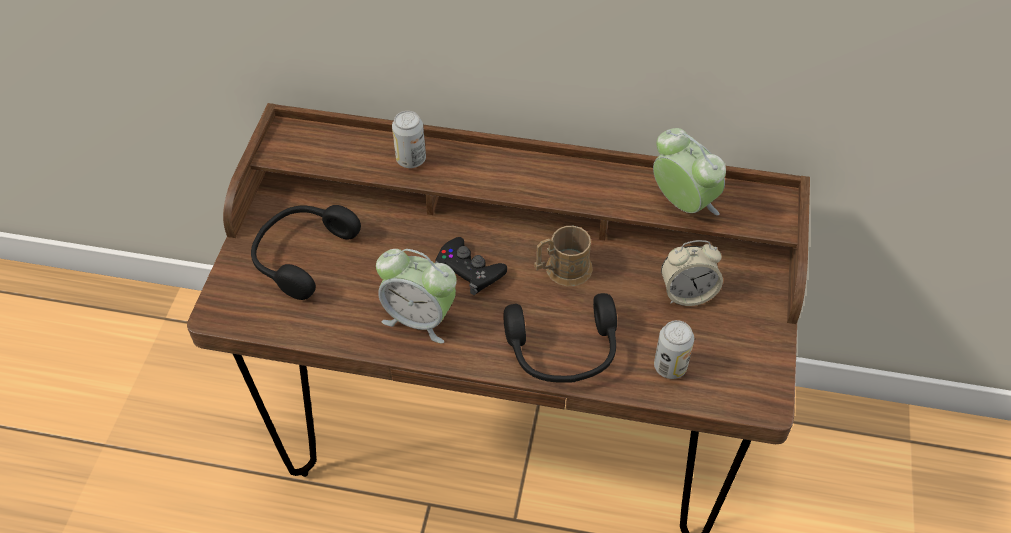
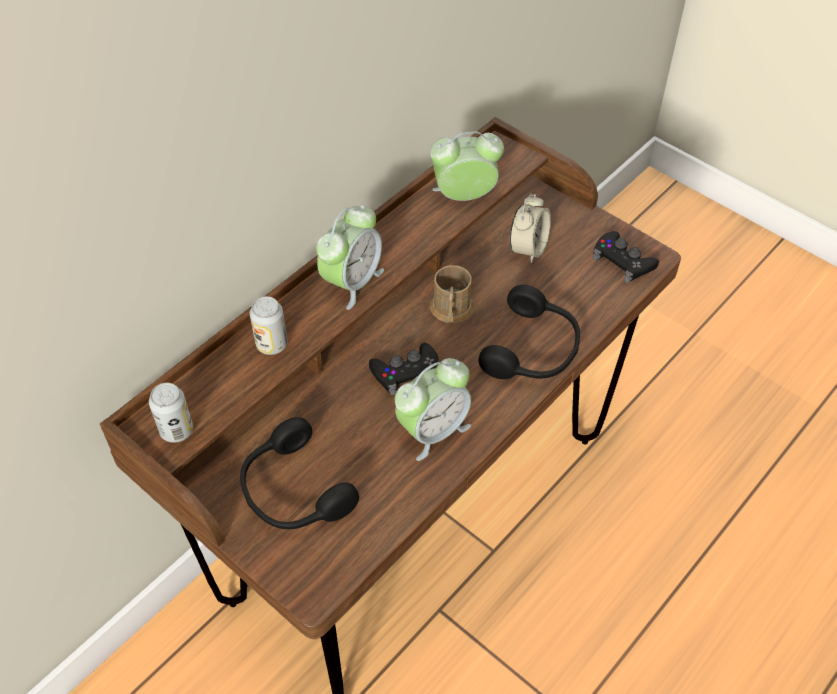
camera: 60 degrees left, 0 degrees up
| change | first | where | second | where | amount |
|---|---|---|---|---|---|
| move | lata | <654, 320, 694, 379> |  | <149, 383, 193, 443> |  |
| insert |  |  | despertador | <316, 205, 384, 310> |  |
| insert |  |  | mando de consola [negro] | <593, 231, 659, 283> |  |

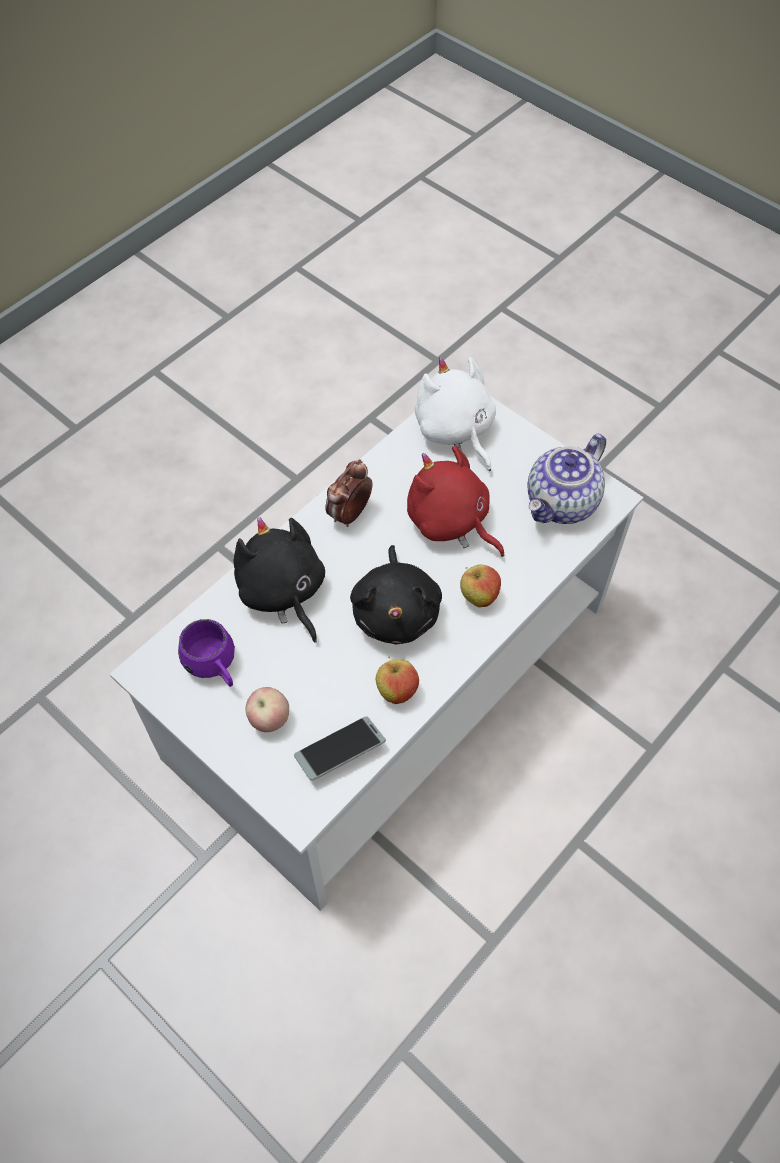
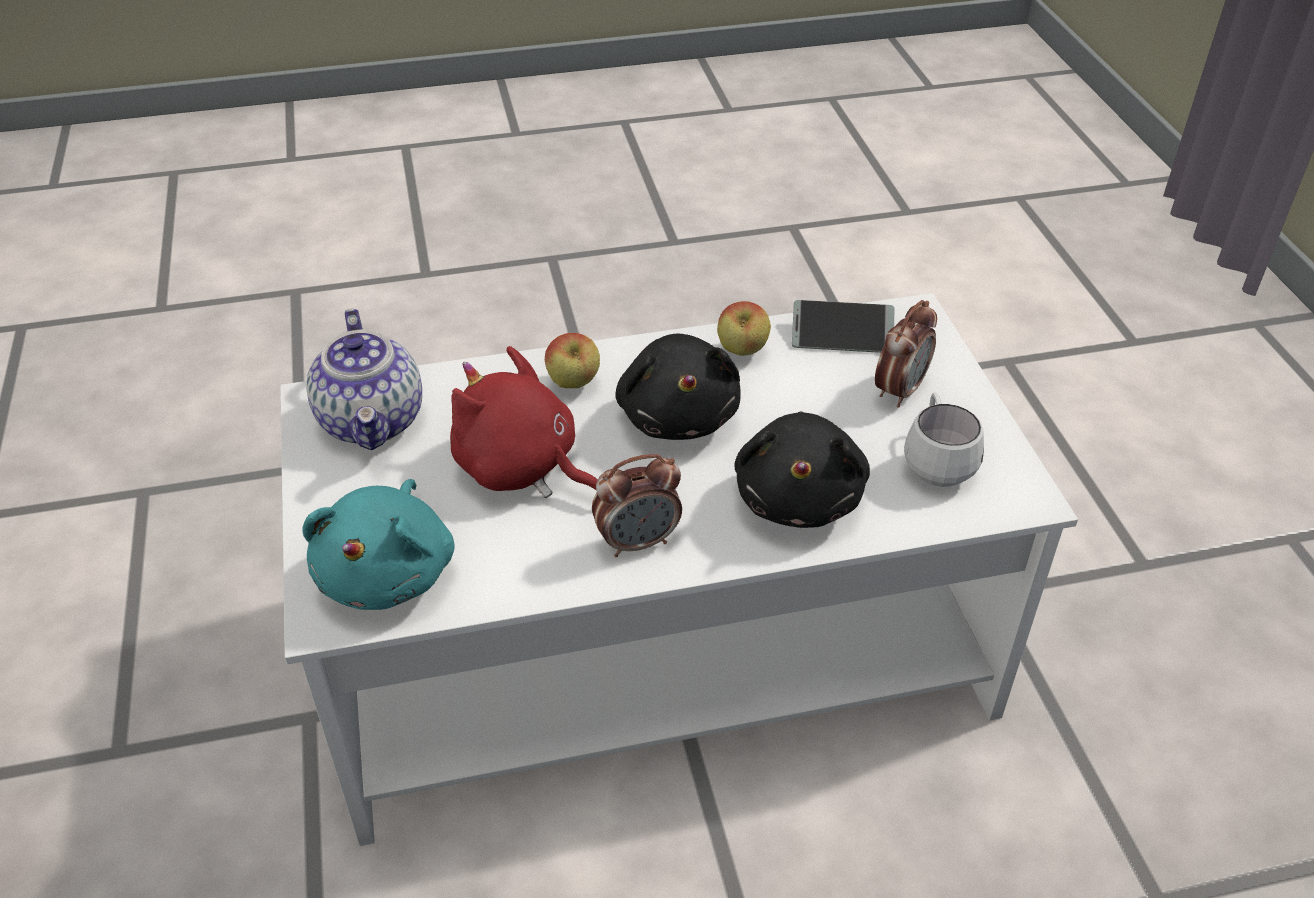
camera: 145 degrees left, 15 degrees down
| change | first | where | second | where | amount |
|---|---|---|---|---|---|
| recolor | peluche [blanco] | <415, 357, 496, 471> | peluche [turquesa] | <302, 479, 455, 610> |  |
| rotate | tetera | <527, 434, 606, 524> |  | <307, 309, 422, 451> | 90 degrees clockwise |
| rotate | peluche [rojo] | <407, 446, 504, 557> |  | <450, 346, 598, 498> | 135 degrees clockwise |
| rotate | peluche [negro] | <350, 545, 442, 644> |  | <615, 334, 741, 440> | 135 degrees clockwise |
| replace | manzana | <246, 687, 289, 732> | despertador | <875, 300, 937, 407> |  |
| recolor | taza grande [morado] | <178, 619, 235, 687> | taza grande [blanco] | <904, 392, 984, 487> |  |

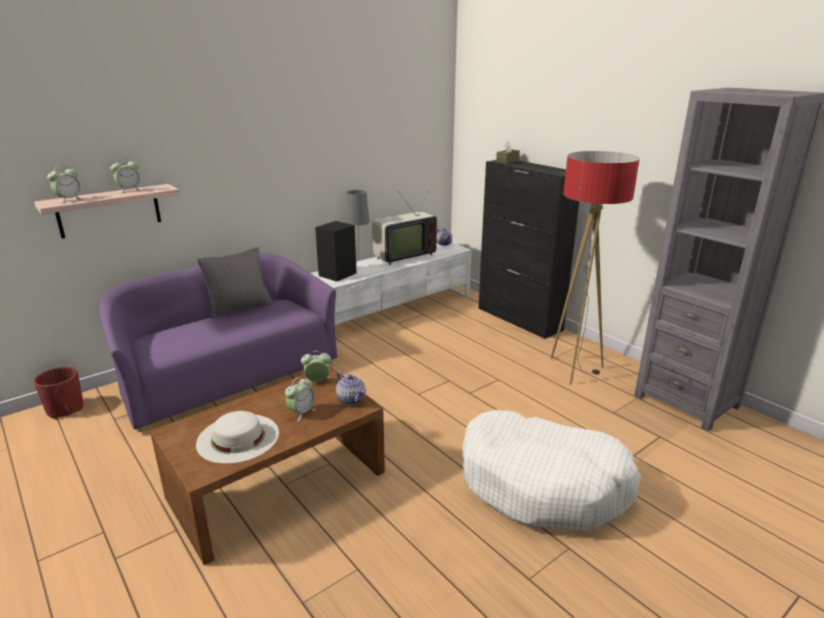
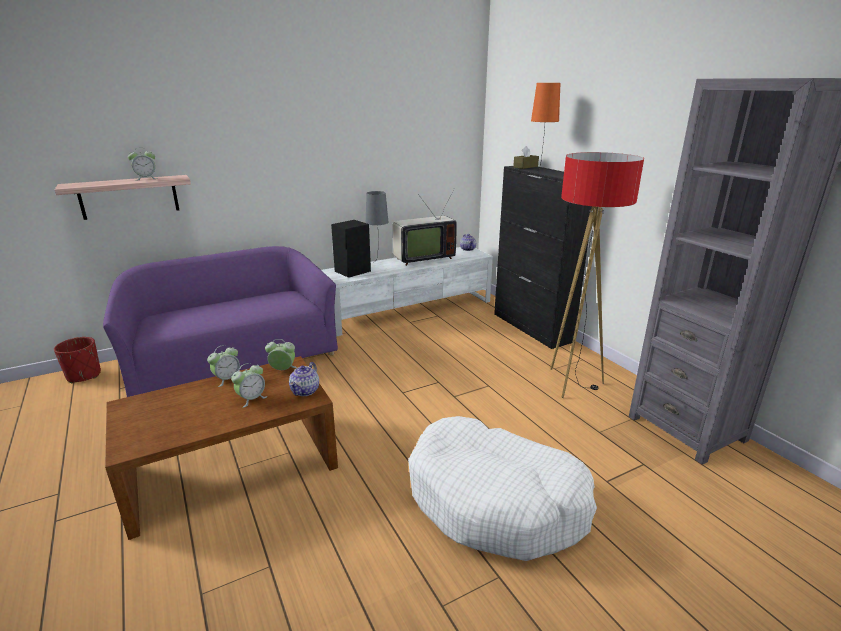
camera: 10 degrees right, 0 degrees up
| change | first | where | second | where | amount |
|---|---|---|---|---|---|
| move | despertador | <47, 165, 82, 204> |  | <207, 345, 240, 387> |  |
| rotate | tetera | <336, 373, 366, 405> |  | <289, 362, 319, 396> | 45 degrees clockwise |
| insert |  |  | lámpara de mesa [naranja] | <531, 83, 560, 167> |  |
| delete | sombrero [blanco] | <196, 411, 279, 464> |  |  |  |
| delete | cojín [gris] | <198, 247, 272, 319> |  |  |  |

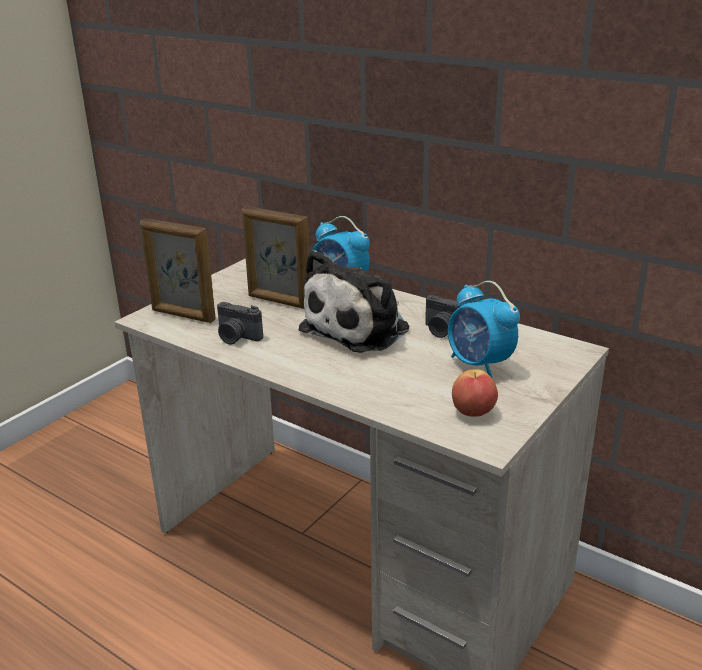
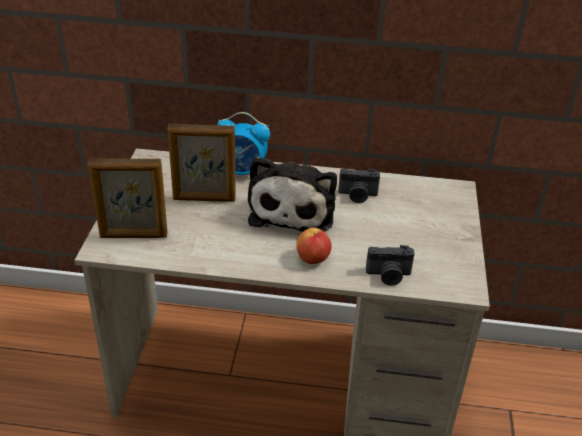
camera: 30 degrees left, 10 degrees up
| change | first | where | second | where | amount |
|---|---|---|---|---|---|
| move | manzana | <452, 369, 498, 417> |  | <296, 228, 332, 264> |  |
| move | cámara | <217, 302, 263, 345> |  | <366, 245, 415, 286> |  |
| delete | despertador | <448, 281, 520, 378> |  |  |  |

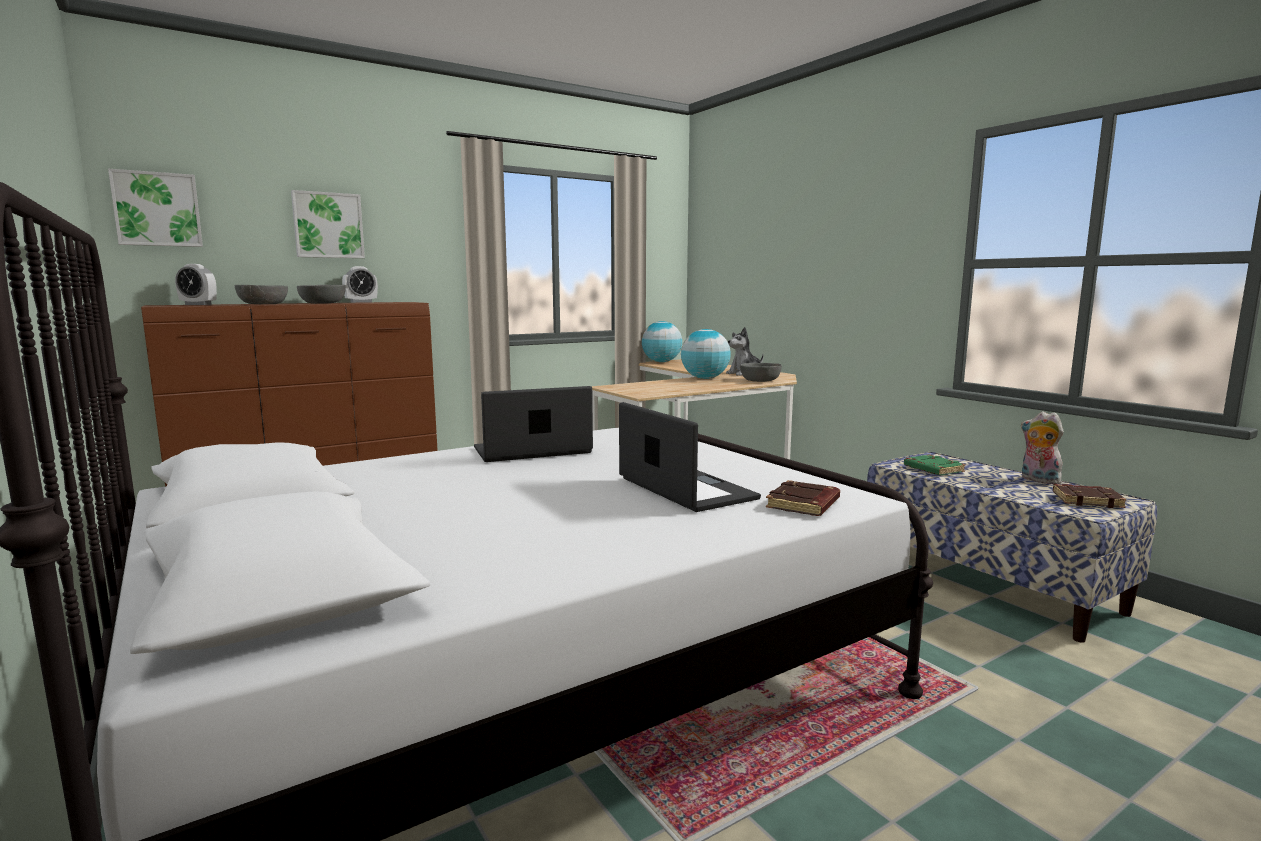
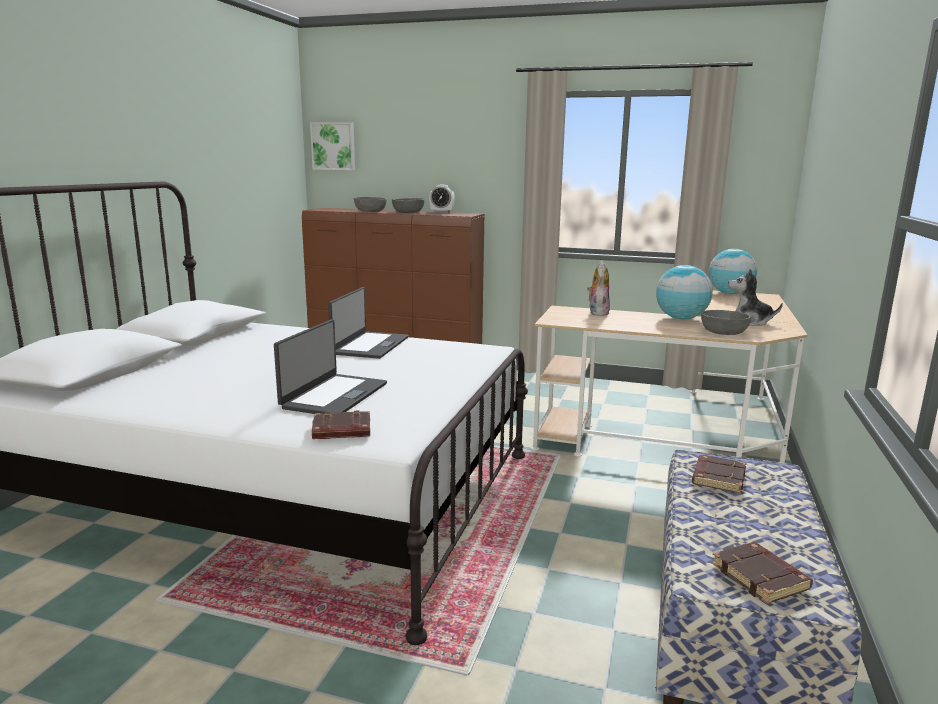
camera: 50 degrees right, 5 degrees up
| change | first | where | second | where | amount |
|---|---|---|---|---|---|
| rotate | portátil | <474, 386, 593, 462> |  | <328, 287, 409, 359> | 75 degrees clockwise |
| move | peluche | <1021, 412, 1065, 484> |  | <587, 261, 610, 316> |  |
| recolor | libro [verde] | <904, 455, 966, 475> | libro [marrón] | <692, 455, 746, 494> |  |
| delete | despertador | <175, 264, 217, 305> |  |  |  |
| delete | cuadro | <291, 190, 365, 258> |  |  |  |

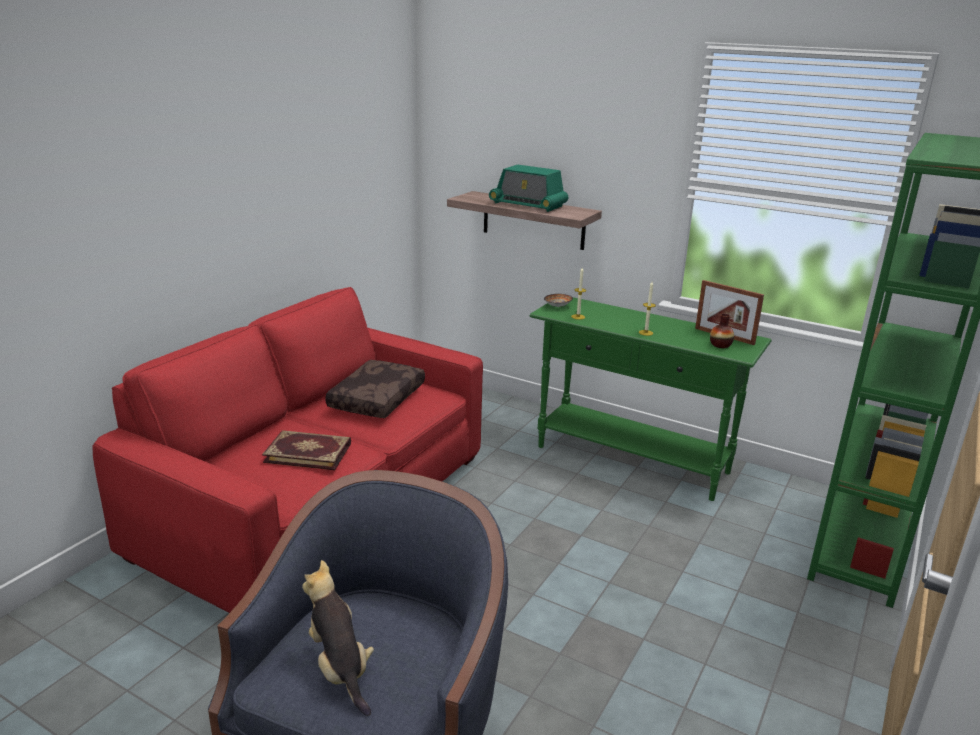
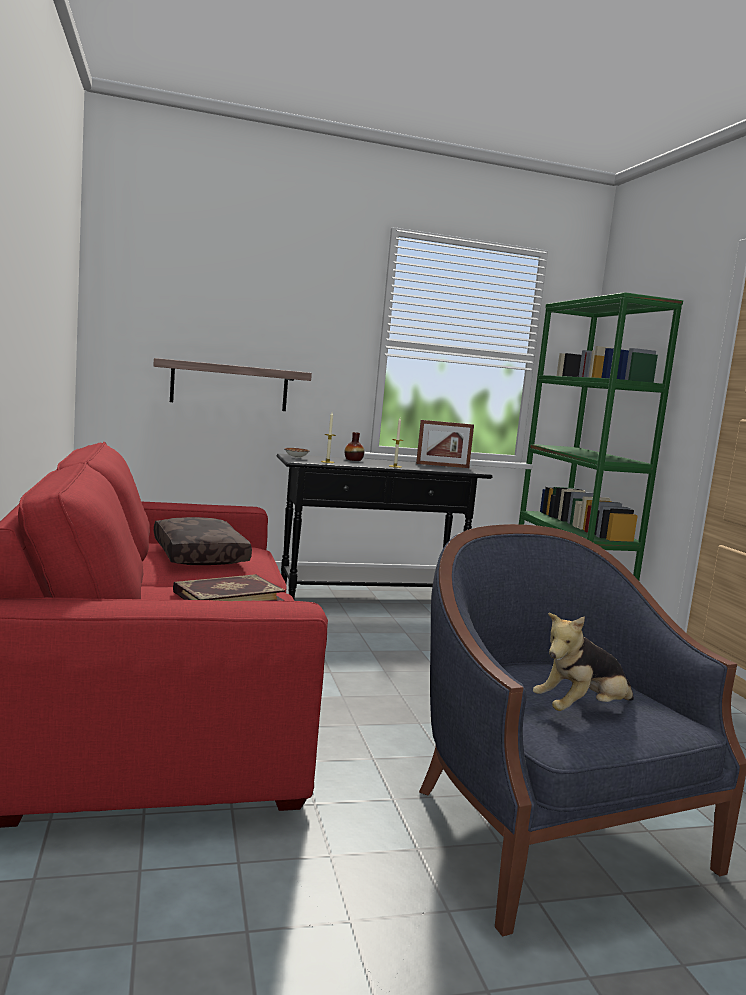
camera: 45 degrees left, 15 degrees down
| change | first | where | second | where | amount |
|---|---|---|---|---|---|
| recolor | mesa consola [verde] | <530, 297, 772, 501> | mesa consola [negro] | <277, 454, 492, 599> |  |
| move | florero | <710, 313, 734, 348> |  | <345, 432, 364, 461> |  |
| rotate | peluche | <302, 560, 374, 716> |  | <533, 613, 634, 711> | 45 degrees counterclockwise |
| delete | radio | <489, 165, 568, 212> |  |  |  |

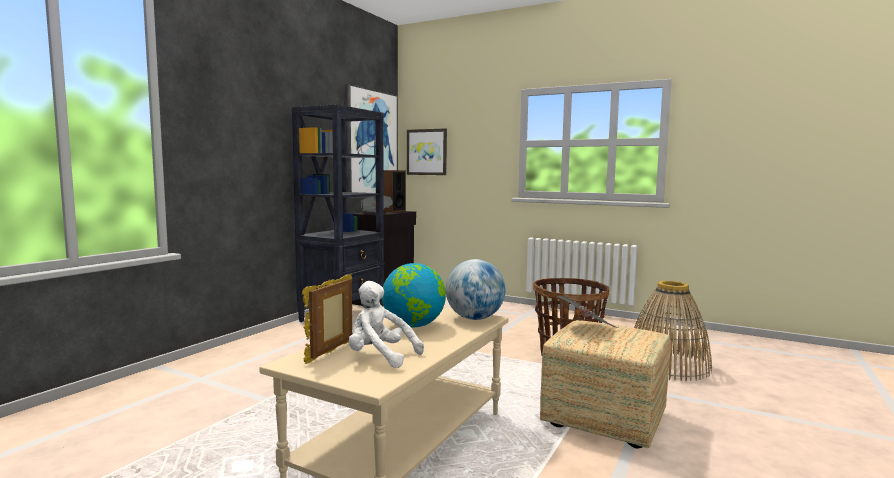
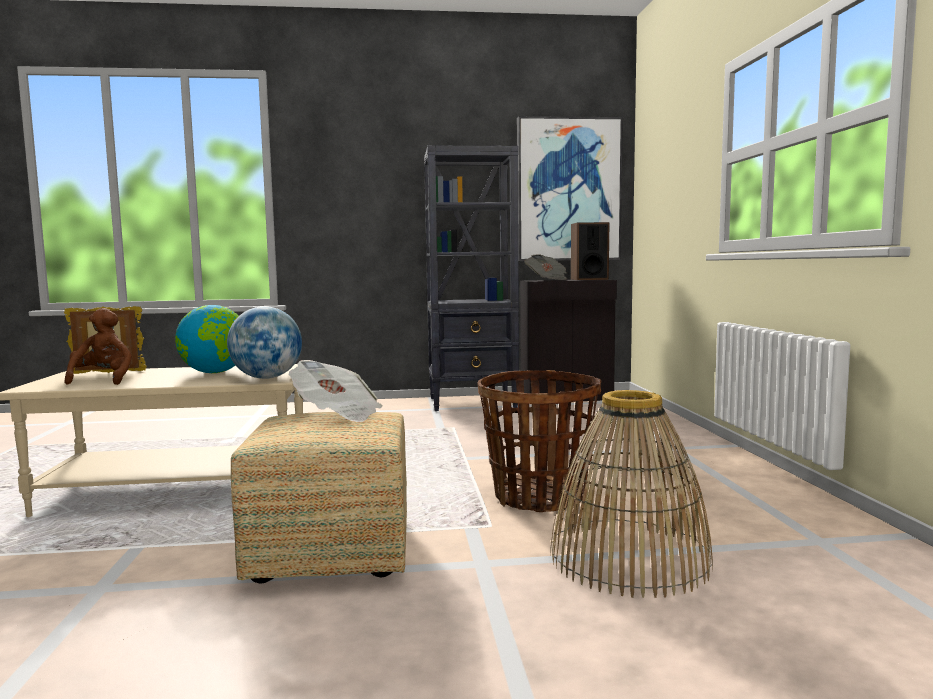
camera: 55 degrees right, 0 degrees up
| change | first | where | second | where | amount |
|---|---|---|---|---|---|
| recolor | peluche [blanco] | <349, 281, 424, 368> | peluche [marrón] | <65, 308, 132, 385> |  |
| delete | cuadro | <407, 128, 447, 175> |  |  |  |

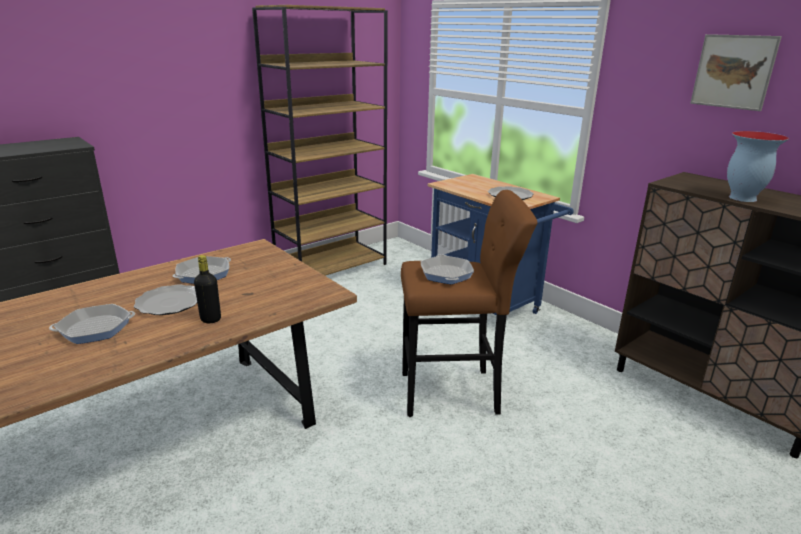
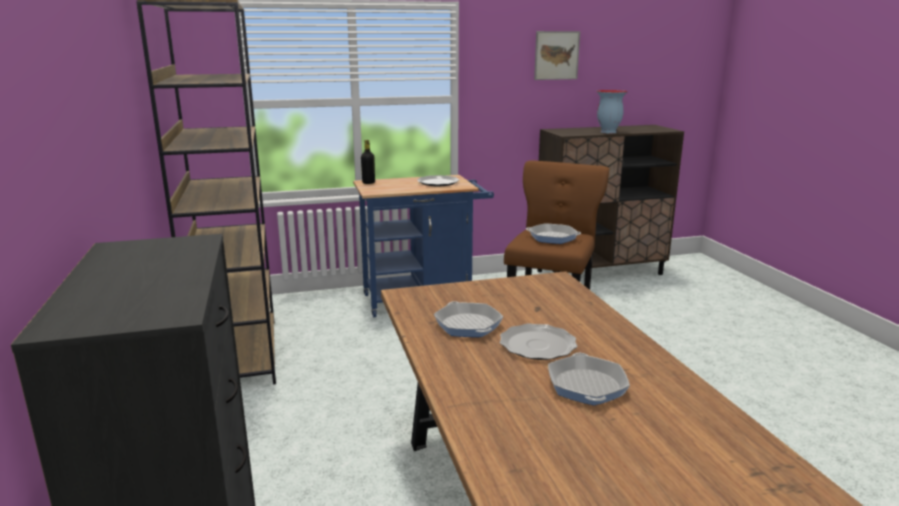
camera: 65 degrees left, 5 degrees down
| change | first | where | second | where | amount |
|---|---|---|---|---|---|
| move | botella [negro] | <194, 255, 221, 323> |  | <361, 140, 375, 184> |  |

